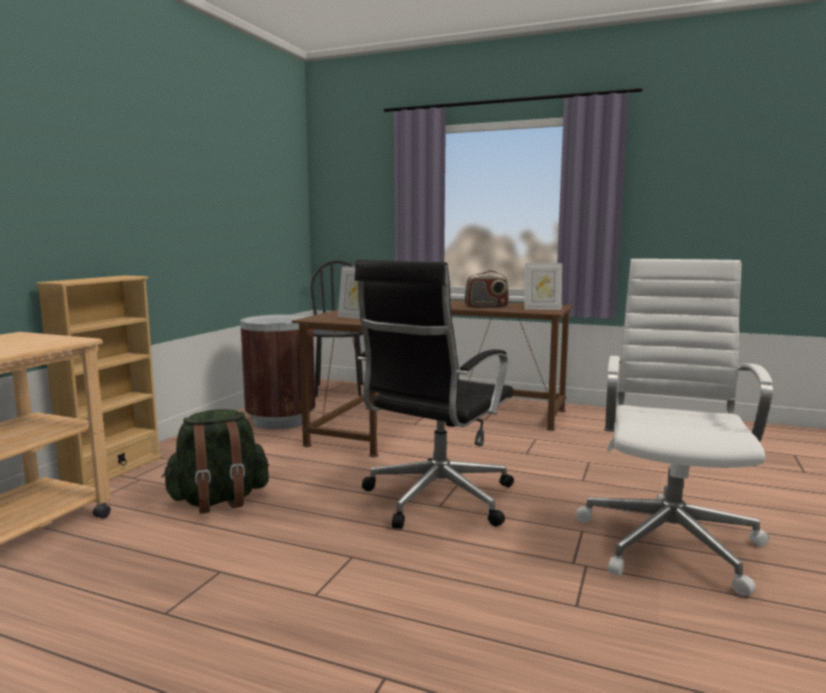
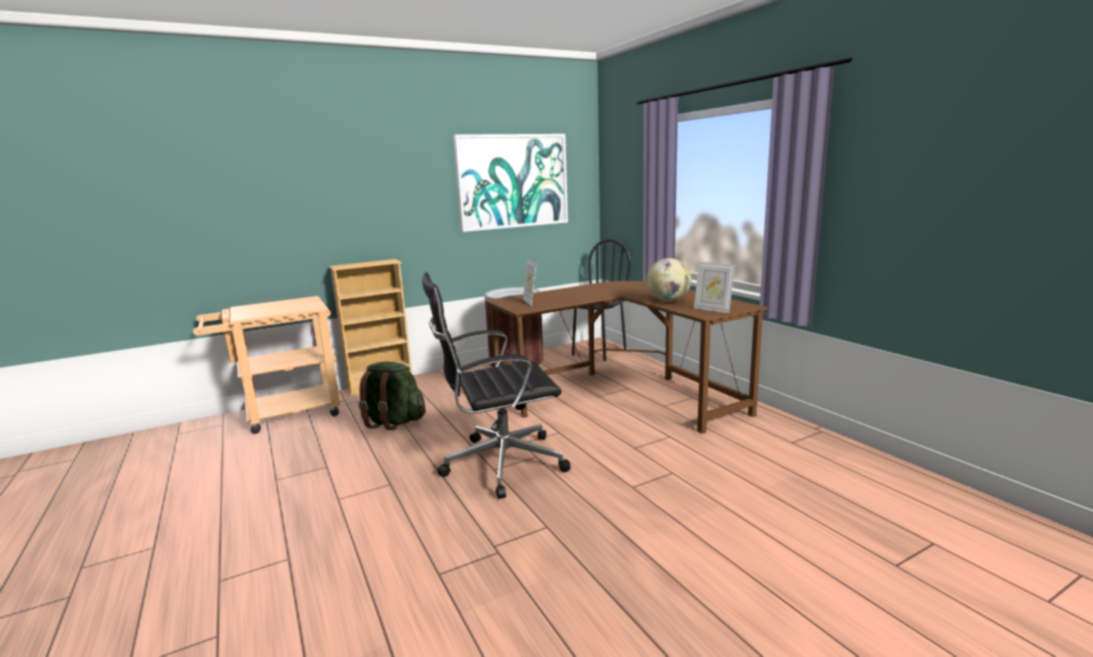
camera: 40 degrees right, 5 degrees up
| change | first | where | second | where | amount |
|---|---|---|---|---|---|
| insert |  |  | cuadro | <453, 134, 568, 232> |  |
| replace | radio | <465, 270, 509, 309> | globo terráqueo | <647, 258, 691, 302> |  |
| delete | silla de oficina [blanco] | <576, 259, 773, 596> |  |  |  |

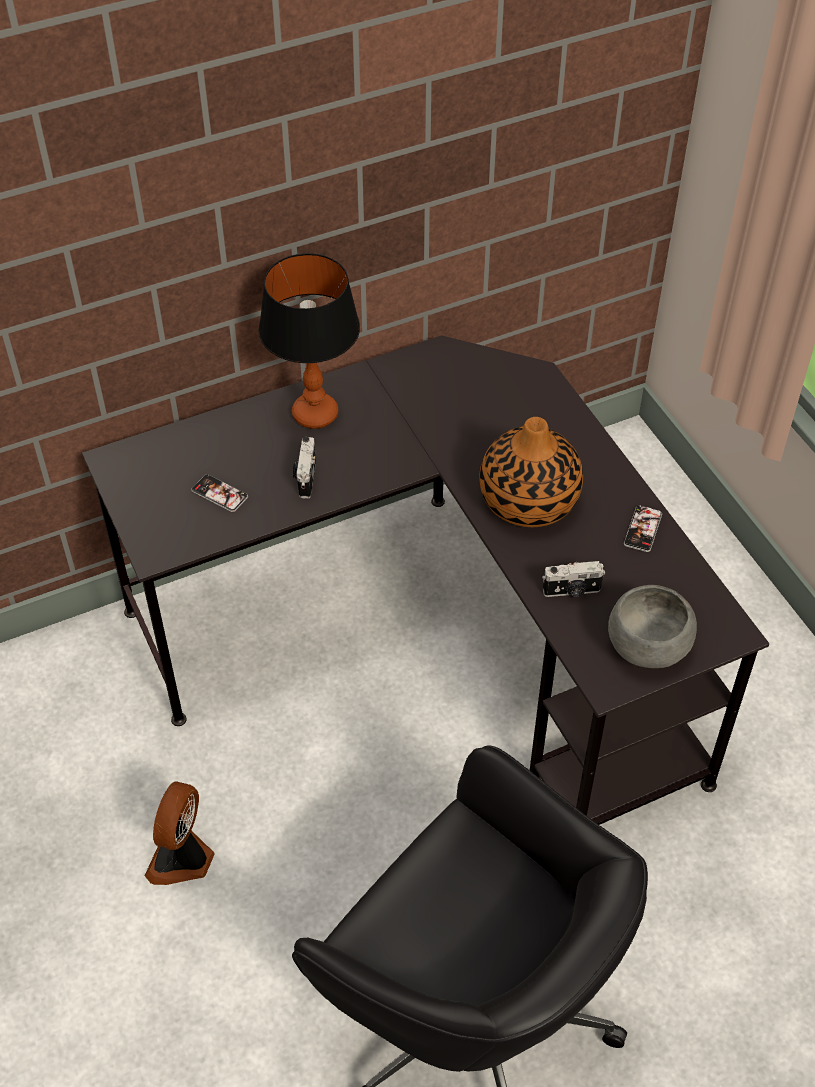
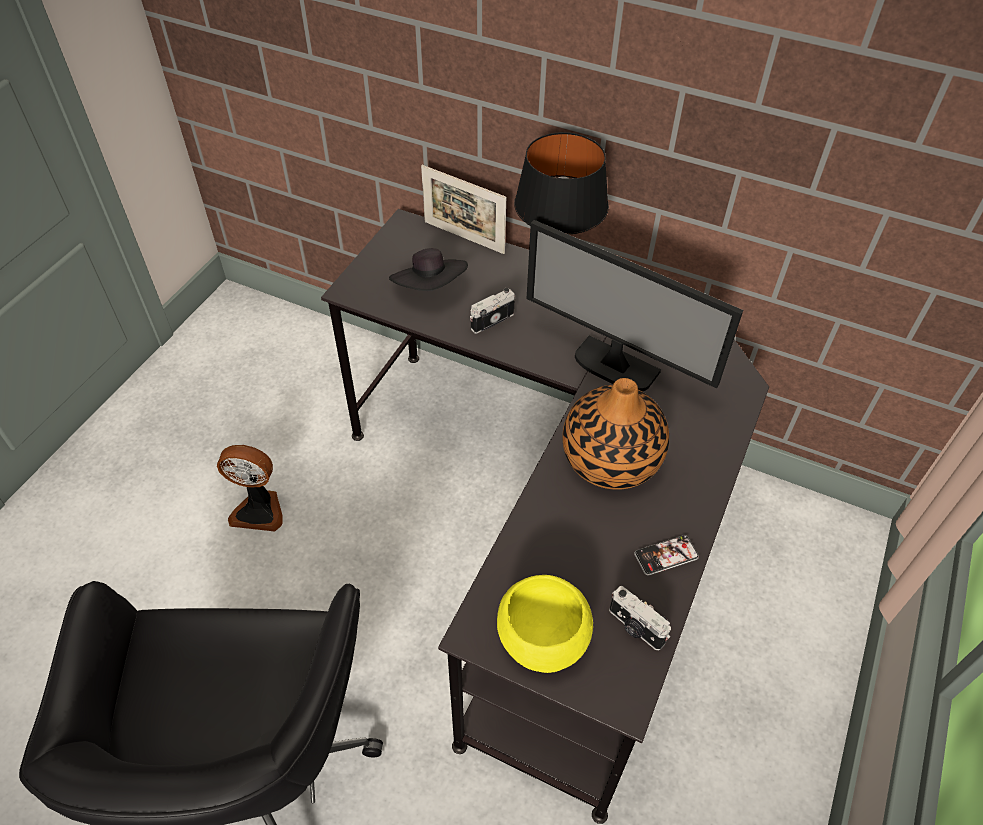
camera: 50 degrees right, 0 degrees up
| change | first | where | second | where | amount |
|---|---|---|---|---|---|
| rotate | ventilador | <145, 781, 215, 885> |  | <217, 445, 283, 532> | 150 degrees counterclockwise |
| replace | móvil | <191, 474, 248, 512> | sombrero [negro] | <389, 248, 468, 291> |  |
| insert |  |  | portarretratos | <421, 165, 506, 254> |  |
| recolor | cuenco [gris] | <608, 585, 697, 668> | cuenco [amarillo] | <497, 575, 593, 673> |  |
| insert |  |  | monitor | <527, 220, 743, 391> |  |
| move | cámara | <542, 561, 605, 597> |  | <609, 586, 671, 650> |  |

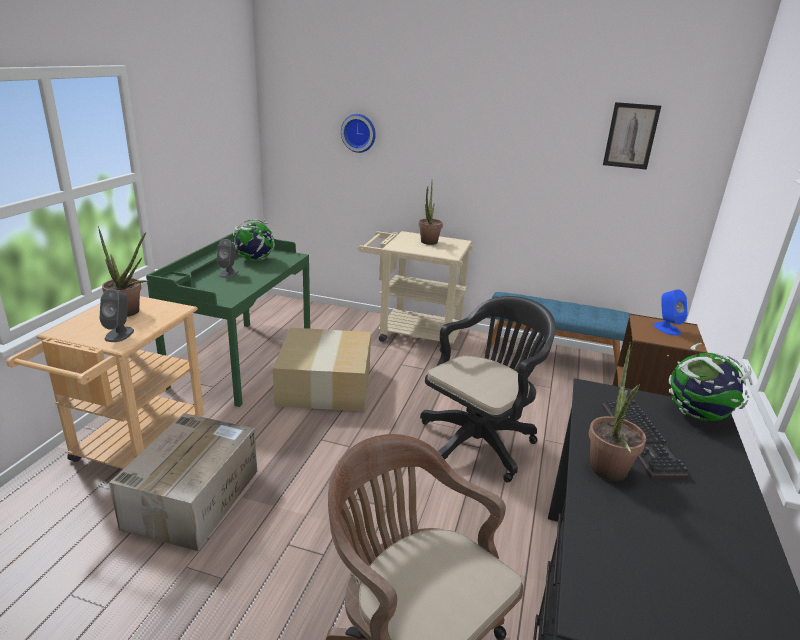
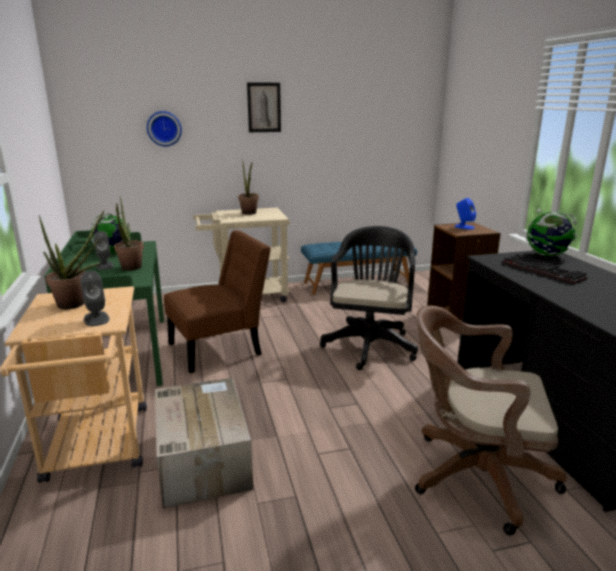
camera: 30 degrees left, 5 degrees down
| change | first | where | second | where | amount |
|---|---|---|---|---|---|
| move | planta en maceta | <588, 343, 646, 481> |  | <114, 196, 144, 271> |  |
| replace | caja de cartón | <273, 328, 371, 411> | silla [marrón] | <164, 230, 271, 373> |  |
| move | cuadro | <603, 102, 661, 170> |  | <247, 82, 281, 132> |  |

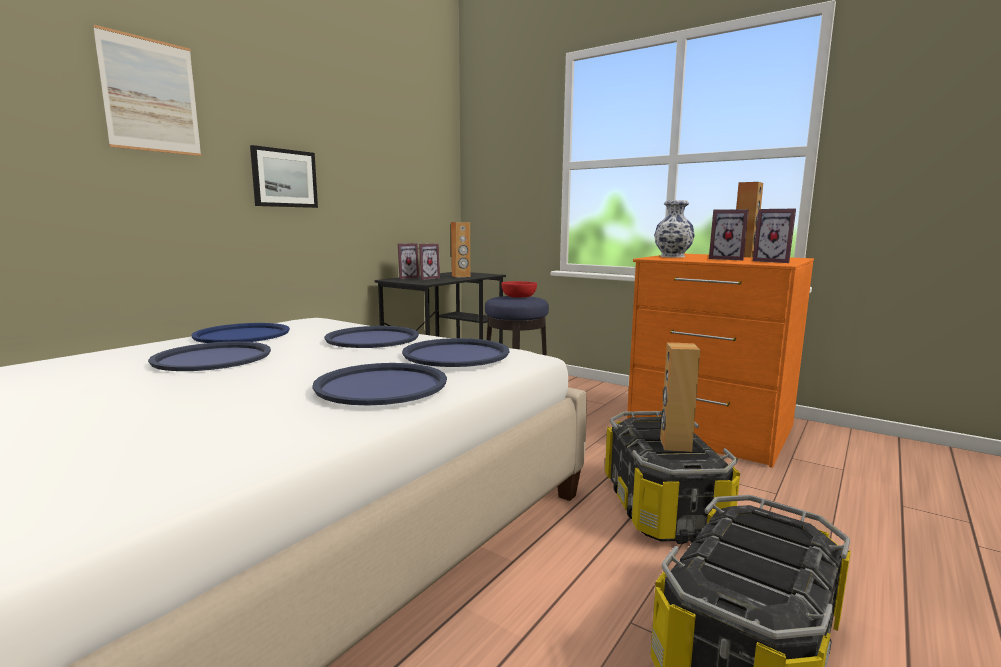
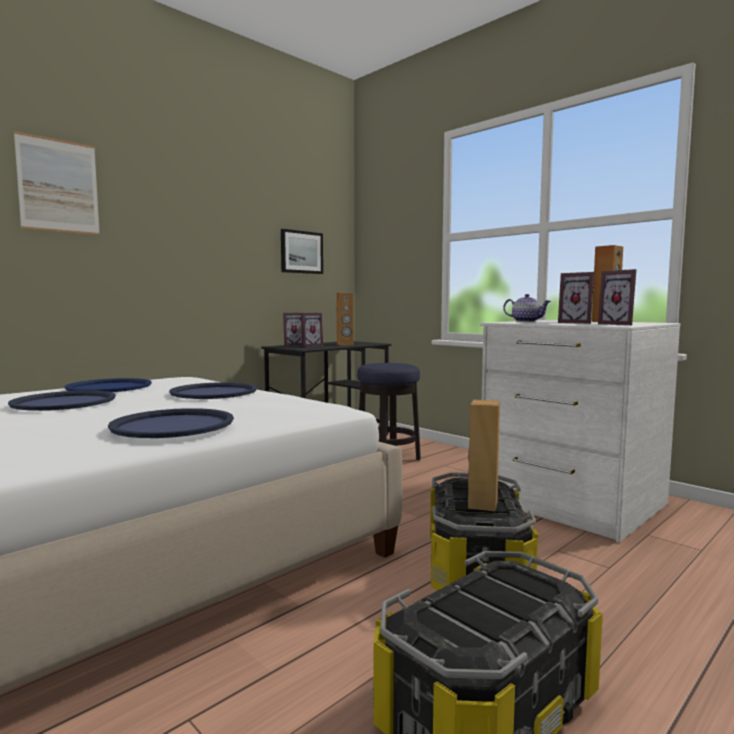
camera: 10 degrees right, 5 degrees down
| change | first | where | second | where | amount |
|---|---|---|---|---|---|
| move | cuadro | <250, 145, 318, 208> |  | <281, 229, 323, 274> |  |
| recolor | cómoda [naranja] | <627, 254, 814, 468> | cómoda [blanco] | <480, 320, 680, 543> |  |
| replace | florero | <654, 200, 695, 258> | tetera | <503, 294, 551, 322> |  |
| delete | bandeja [azul] | <402, 338, 510, 367> |  |  |  |
| delete | cuenco [rojo] | <501, 281, 537, 298> |  |  |  |

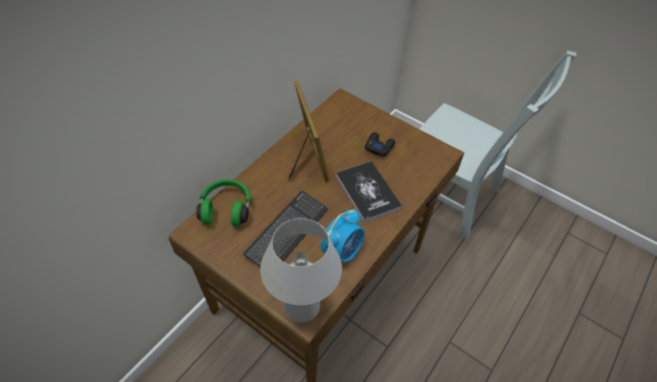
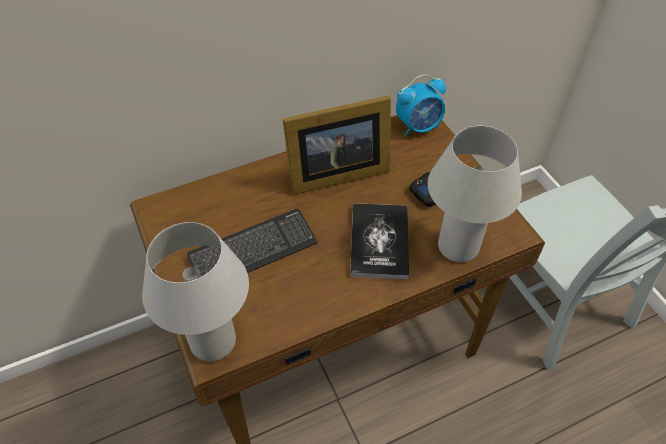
camera: 30 degrees right, 0 degrees up
| change | first | where | second | where | amount |
|---|---|---|---|---|---|
| rotate | portarretratos | <289, 81, 329, 183> |  | <283, 95, 391, 195> | 60 degrees clockwise |
| move | despertador | <321, 208, 364, 262> |  | <396, 74, 446, 137> |  |
| insert |  |  | lámpara de mesa [blanco] | <428, 126, 522, 263> |  |
| delete | auriculares [verde] | <196, 179, 251, 227> |  |  |  |

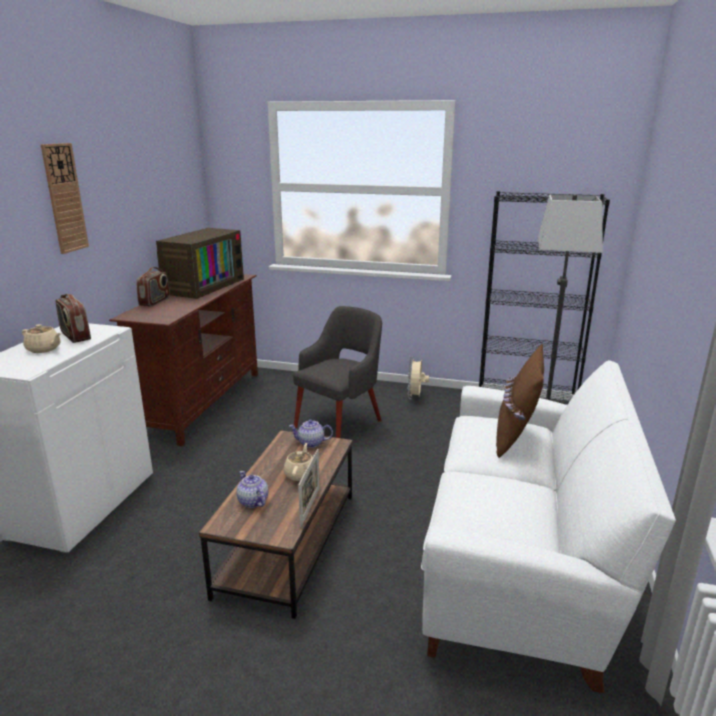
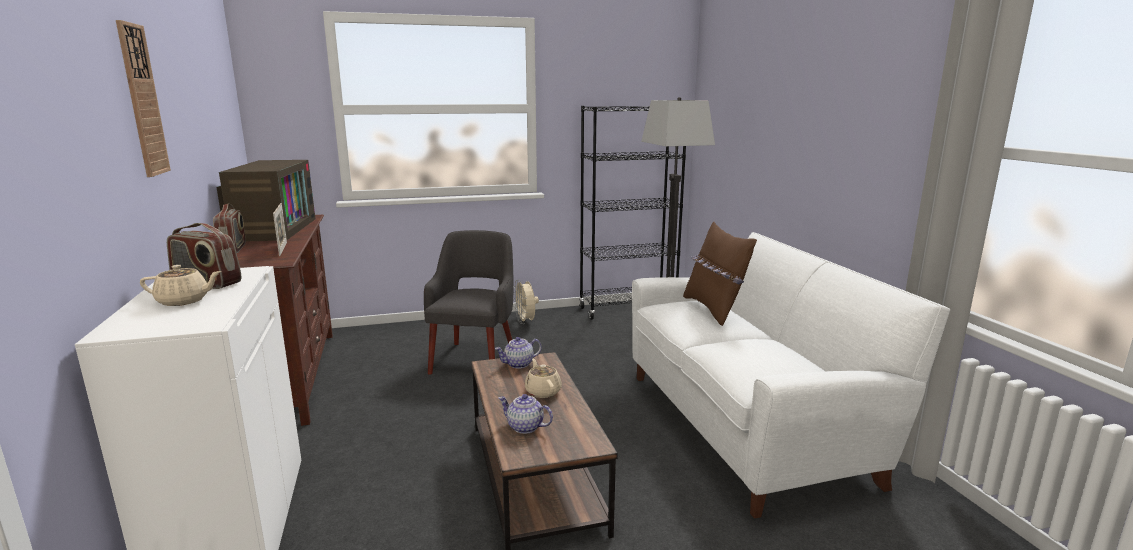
camera: 30 degrees left, 5 degrees down
| change | first | where | second | where | amount |
|---|---|---|---|---|---|
| move | portarretratos | <298, 449, 320, 527> |  | <273, 203, 287, 256> |  |

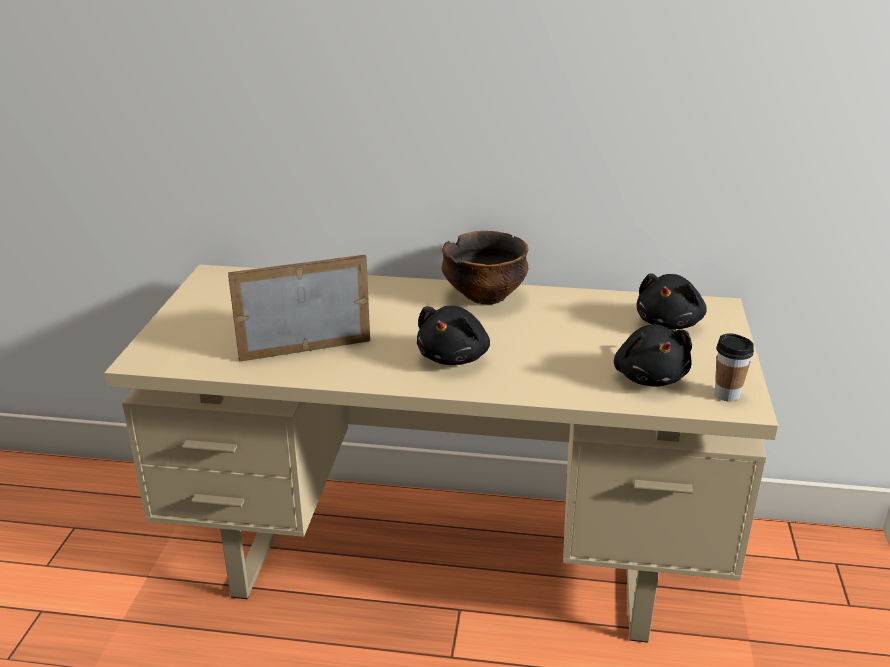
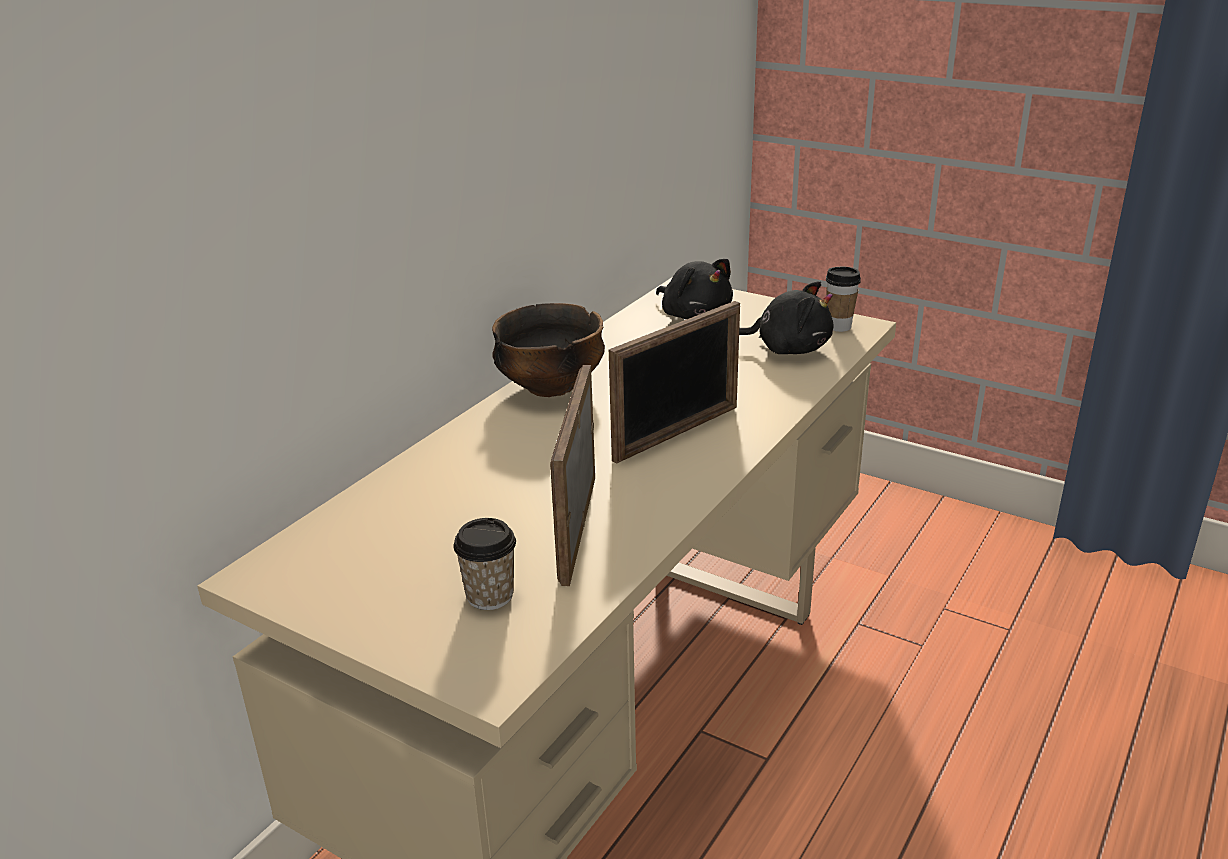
camera: 65 degrees left, 0 degrees up
| change | first | where | second | where | amount |
|---|---|---|---|---|---|
| insert |  |  | taza | <454, 518, 516, 610> |  |
| replace | peluche [negro] | <417, 306, 490, 365> | portarretratos | <609, 301, 740, 464> |  |

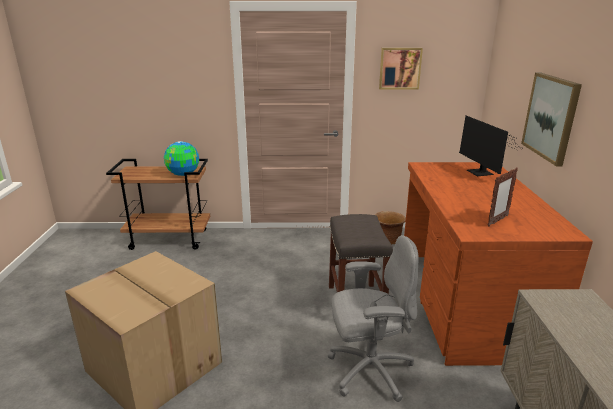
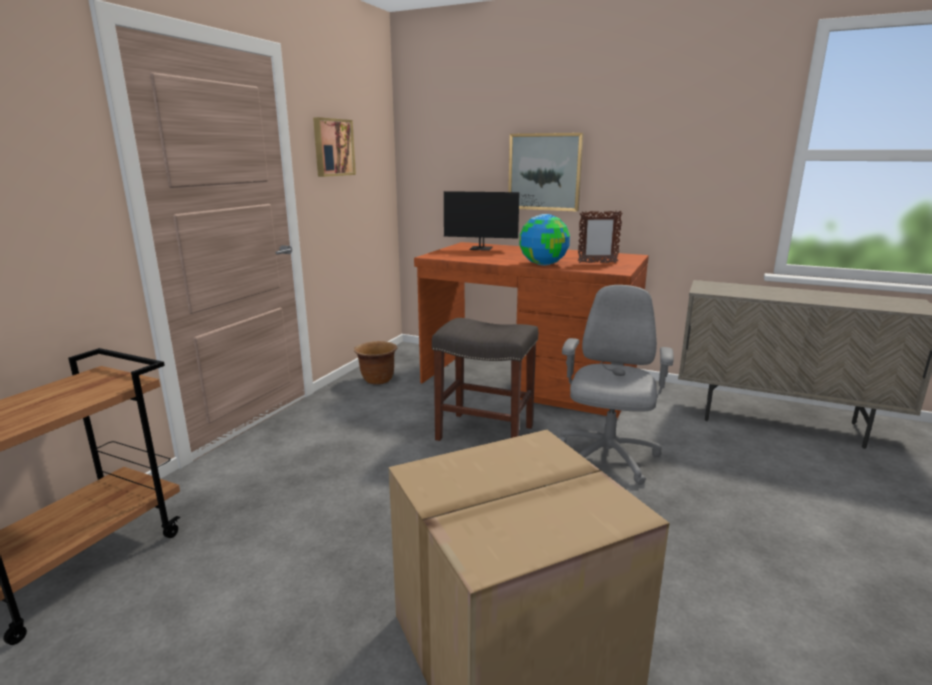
camera: 65 degrees left, 5 degrees down
| change | first | where | second | where | amount |
|---|---|---|---|---|---|
| move | globo terráqueo | <164, 141, 199, 176> |  | <519, 214, 570, 266> |  |
| rotate | portarretratos | <488, 167, 518, 227> |  | <578, 211, 623, 263> | 105 degrees clockwise |

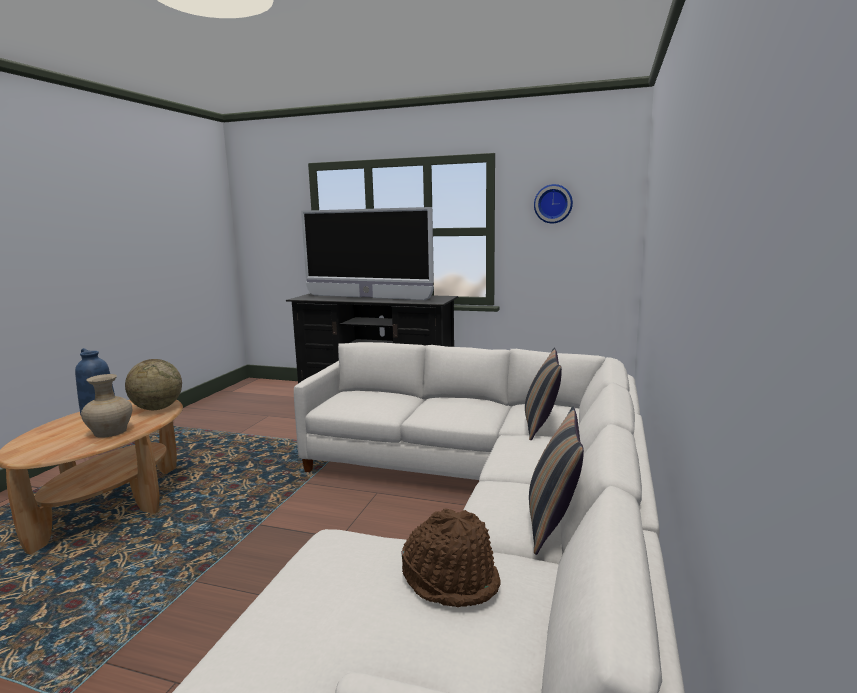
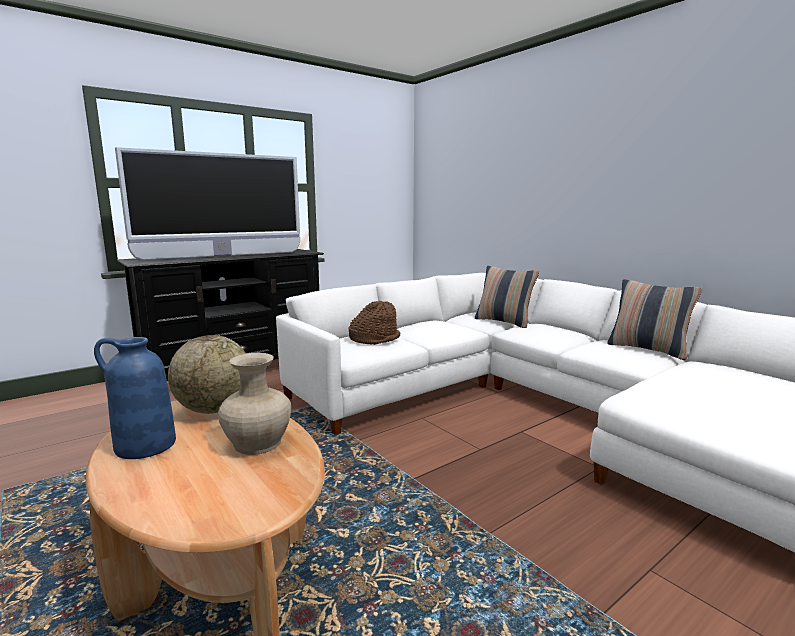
camera: 55 degrees left, 0 degrees up
| change | first | where | second | where | amount |
|---|---|---|---|---|---|
| move | sombrero [marrón] | <401, 508, 501, 607> |  | <349, 301, 400, 345> |  |
| delete | reloj de pared | <534, 184, 573, 224> |  |  |  |

